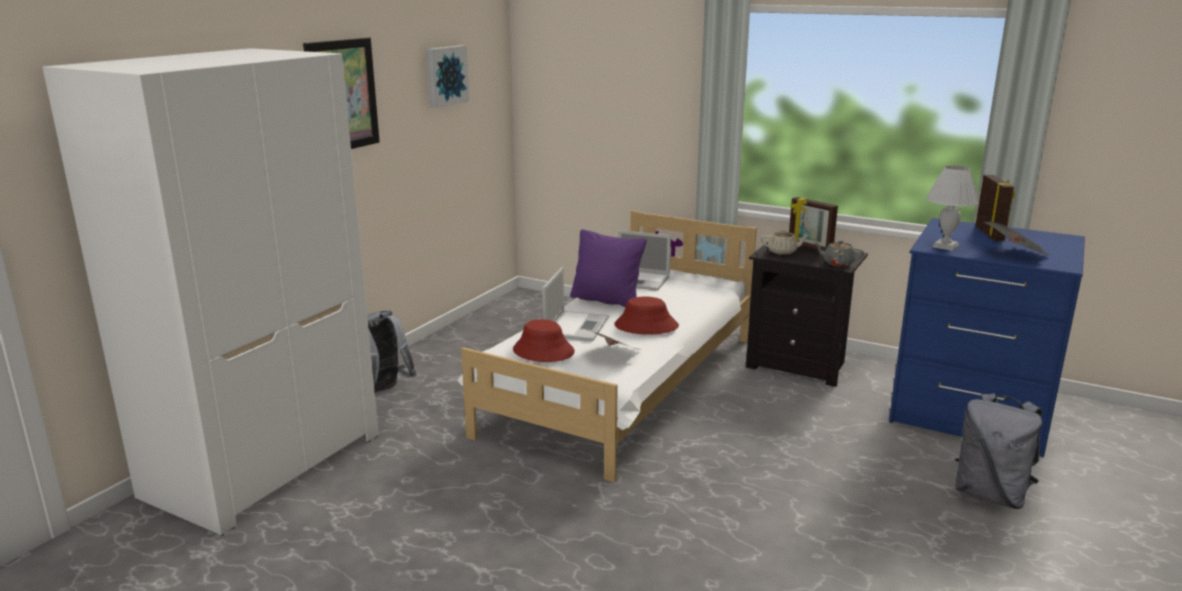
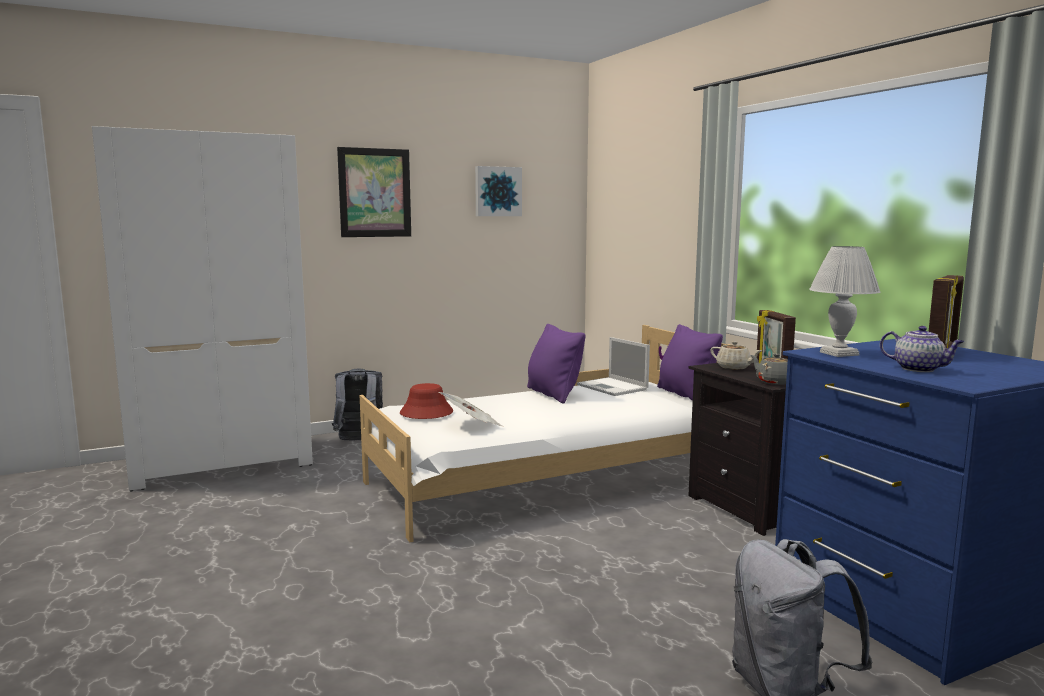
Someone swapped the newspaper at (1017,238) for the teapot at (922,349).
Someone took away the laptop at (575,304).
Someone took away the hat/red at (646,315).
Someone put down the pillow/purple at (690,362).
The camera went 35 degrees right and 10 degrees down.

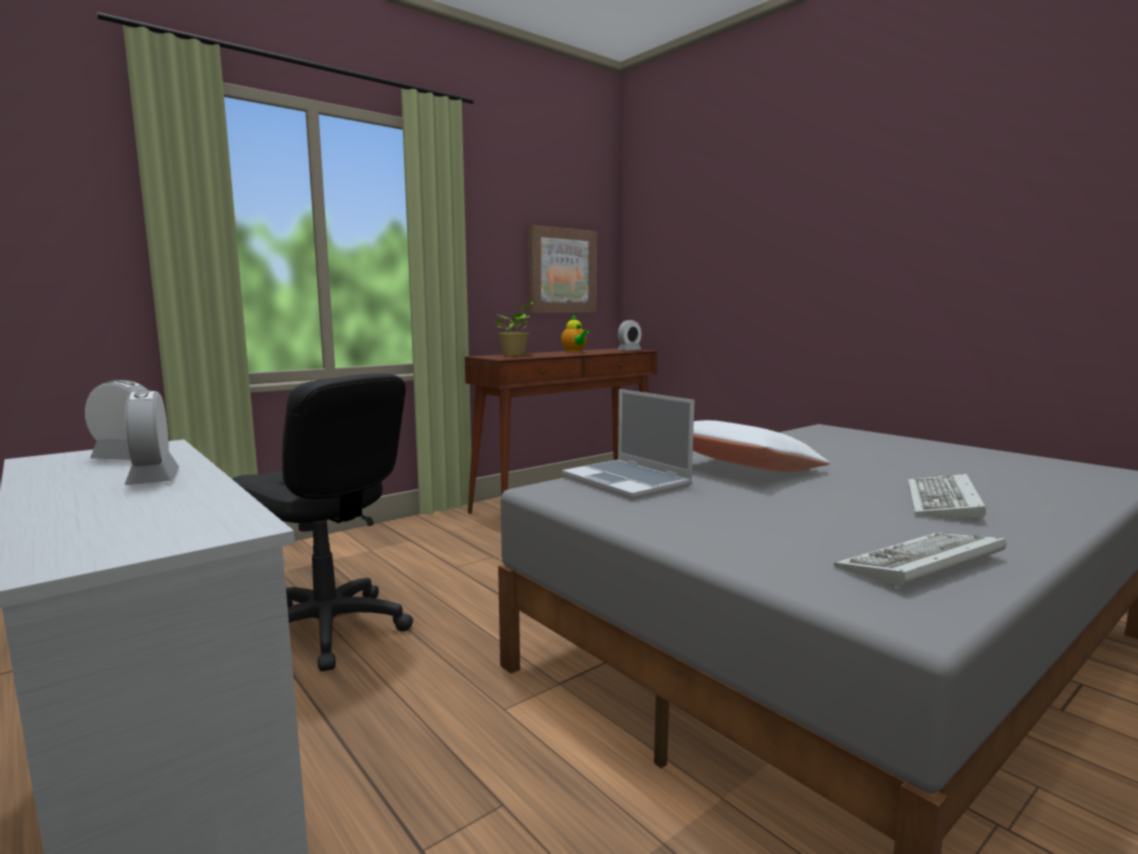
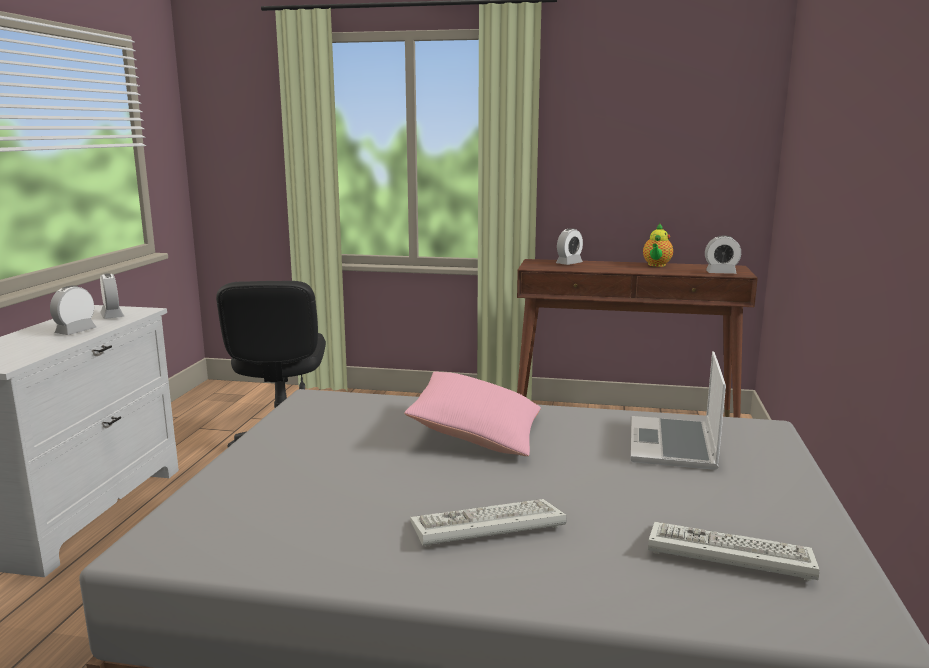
Someone took away the picture at (563,269).
Someone swapped the potted plant at (513,329) for the alarm clock at (569,246).
Someone carried the laptop from (628,444) to (678,410).
Someone repainted the pillow/white at (761,446), which became the pillow/pink at (472,413).
Someone carried the keyboard from (920,560) to (734,551).
The camera went 50 degrees right and 5 degrees up.

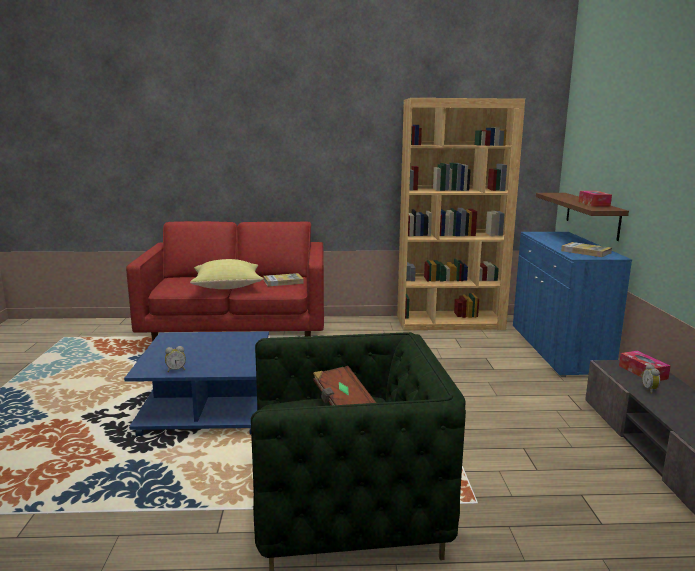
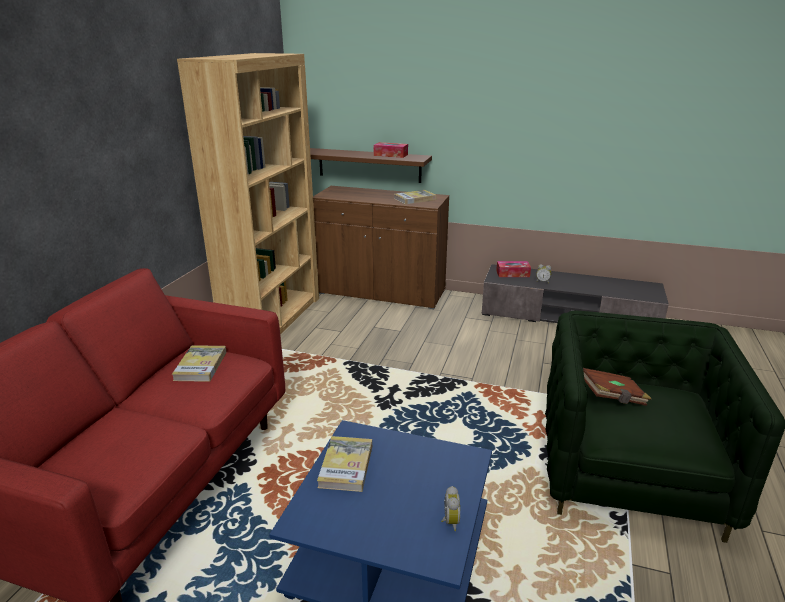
Someone repainted the cabinet/blue at (572,304), which became the cabinet/brown at (381,247).
Someone took away the pillow/yellow at (227,274).
Someone put down the book at (344,464).
The camera went 70 degrees left and 10 degrees up.

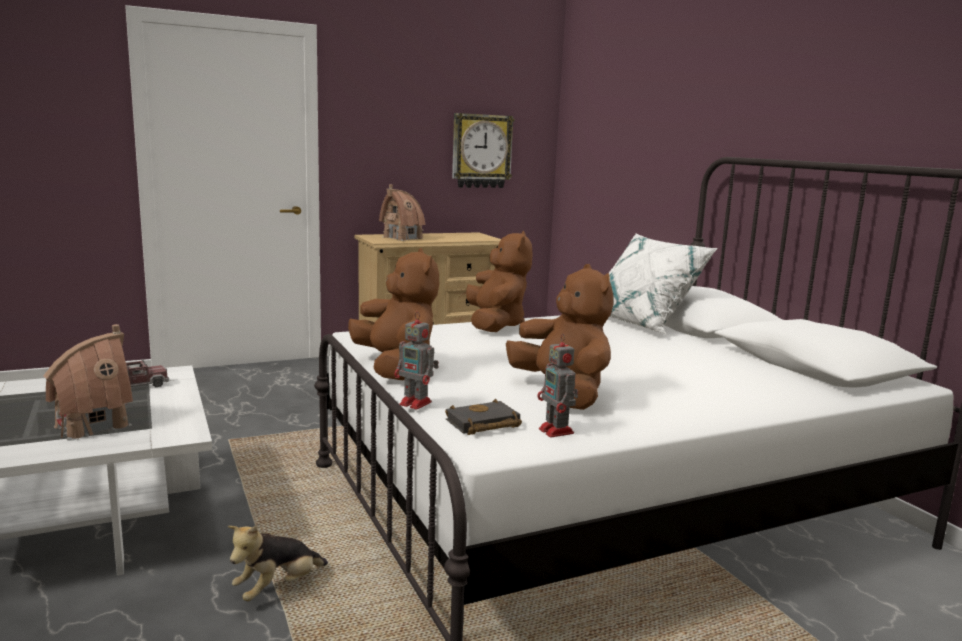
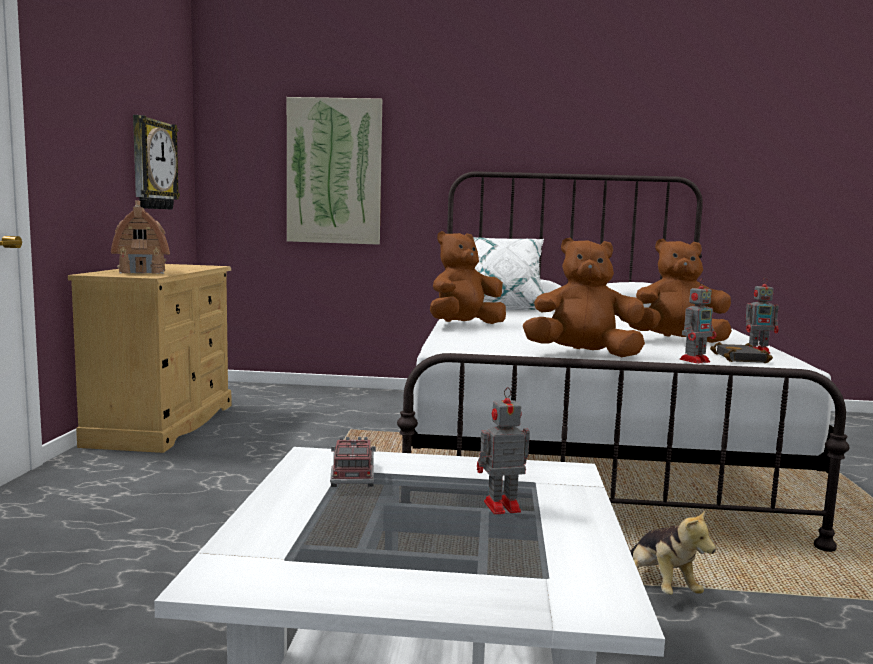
Someone rotated the plush toy/brown at (499,281) by 60 degrees counterclockwise.
Someone swapped the toy house at (88,382) for the toy robot at (503,450).
Someone put up the picture at (334,171).
The camera went 60 degrees left and 5 degrees down.

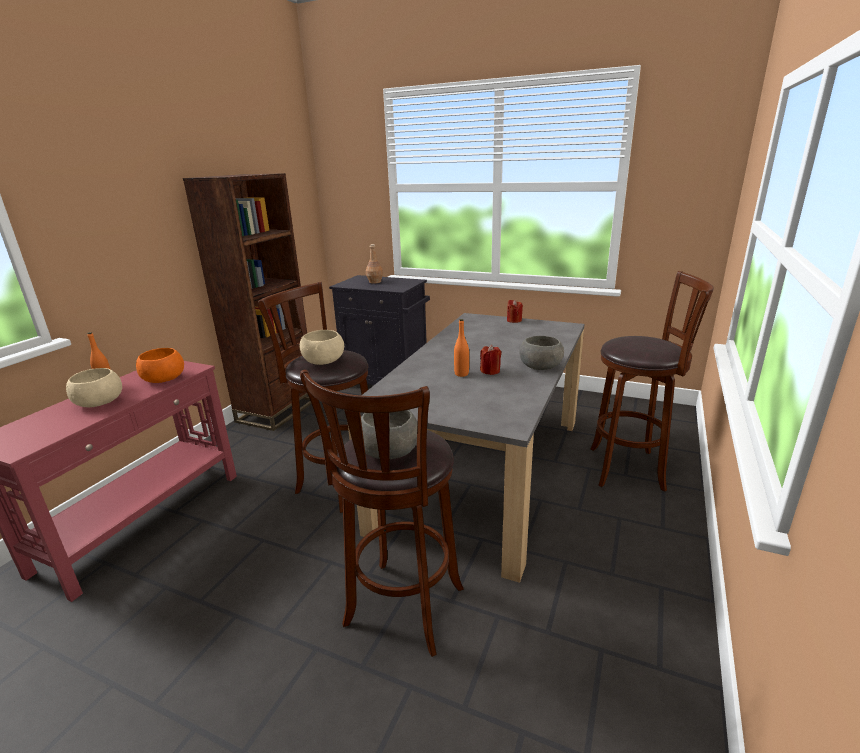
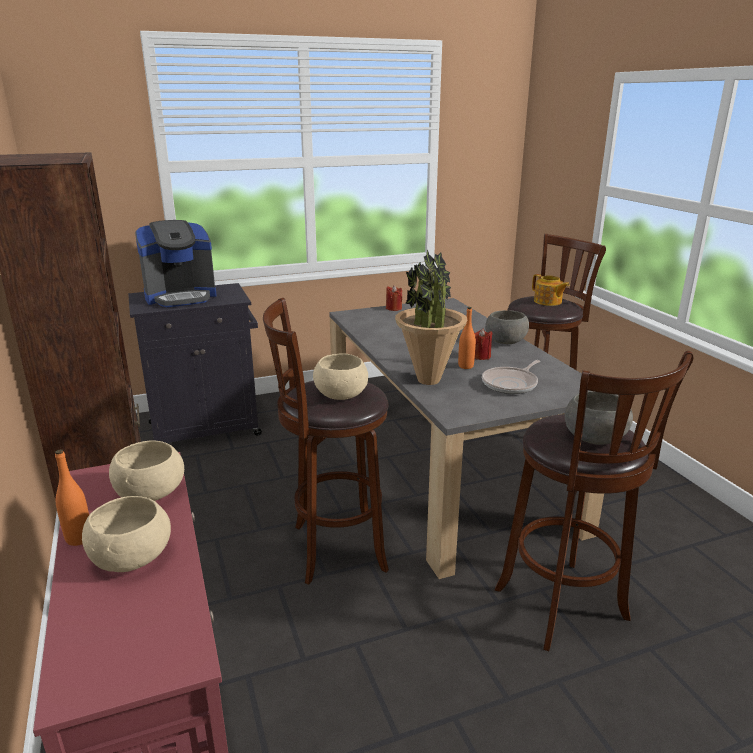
Someone swapped the bottle/brown at (374,263) for the coffee machine at (176,263).
Someone repainted the bowl/orange at (160,365), which became the bowl/beige at (146,470).
Someone put down the potted plant at (431,317).
Someone put down the teapot at (550,290).
Someone put down the frying pan at (511,377).
The camera went 45 degrees left and 0 degrees up.

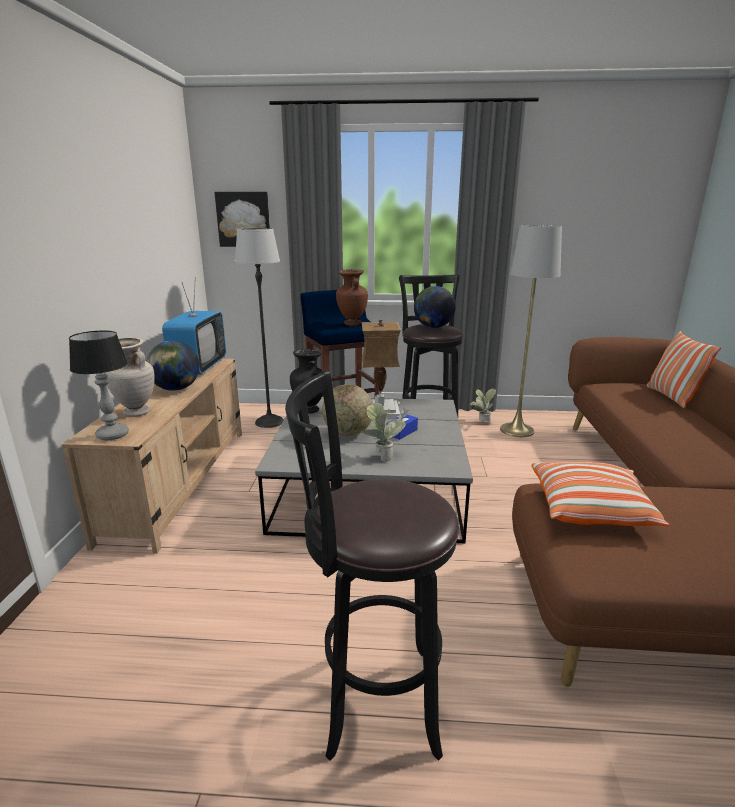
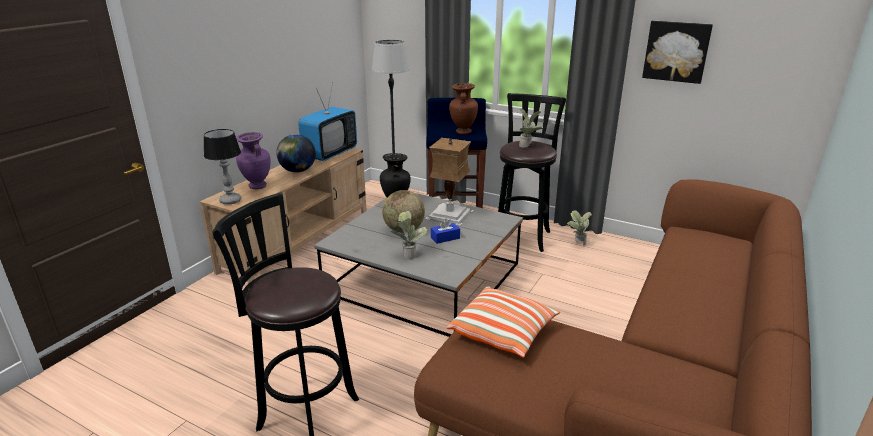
Someone carried the picture from (242,219) to (677,52).
Someone took away the floor lamp/grey at (531,330).
Someone swapped the globe at (435,307) for the potted plant at (531,128).
Someone took away the pillow at (683,369).
Someone repainted the vase/beige at (130,377), which became the vase/purple at (253,160).
The camera went 25 degrees right and 5 degrees up.

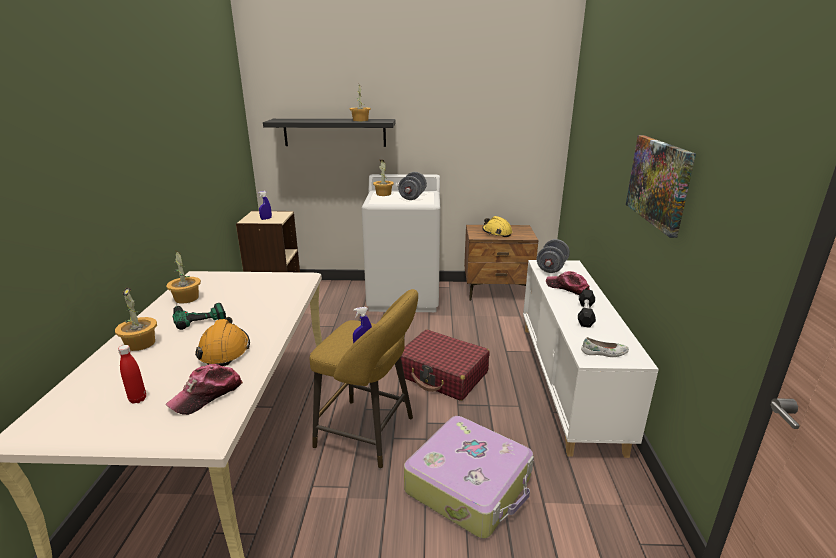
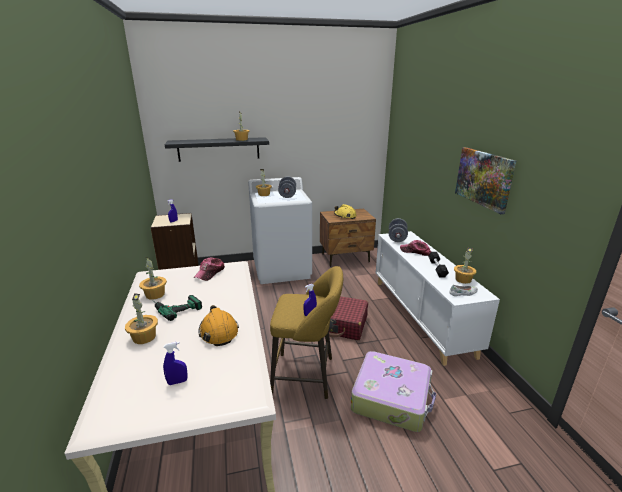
Someone swapped the bottle/red at (132,374) for the spray bottle/blue at (175,363).
Someone carried the cap from (204,389) to (209,269).
Someone put down the potted plant at (465,266).
The camera went 15 degrees left and 0 degrees up.

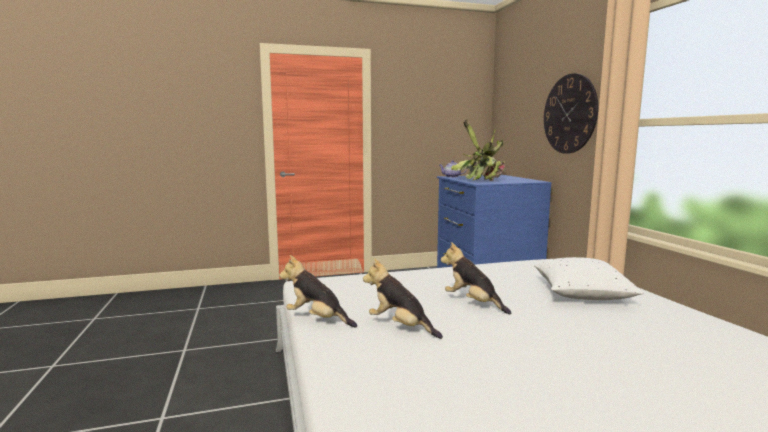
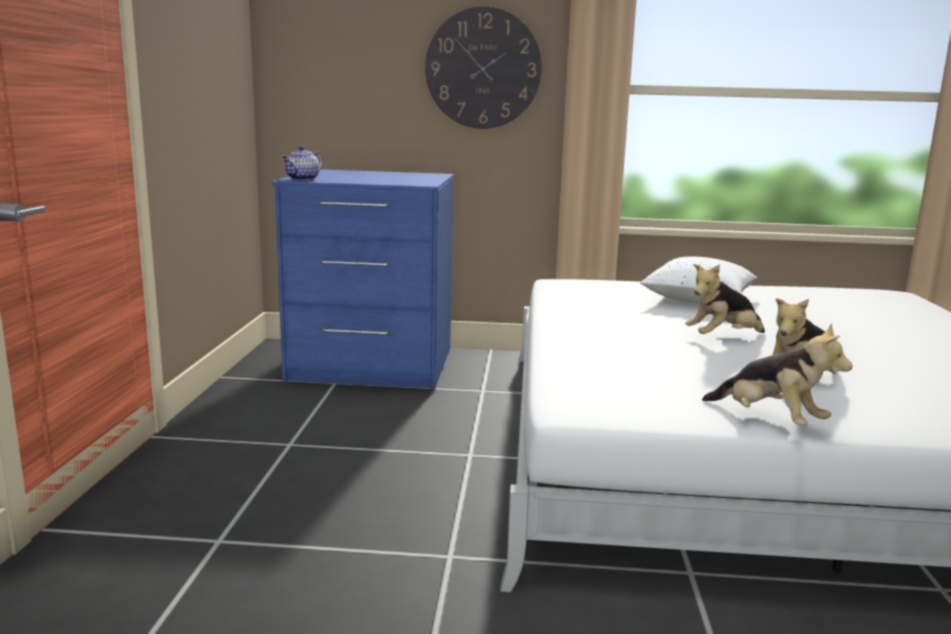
Someone took away the potted plant at (478,150).
Someone rotated the plush toy at (318,291) by 90 degrees counterclockwise.
The camera went 70 degrees left and 5 degrees up.

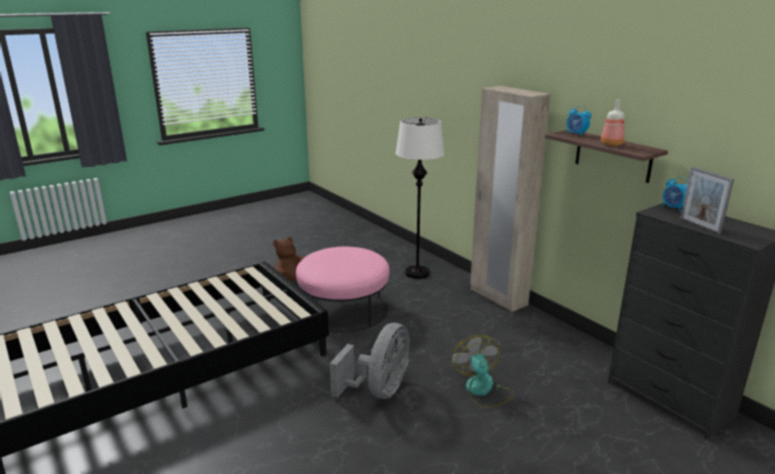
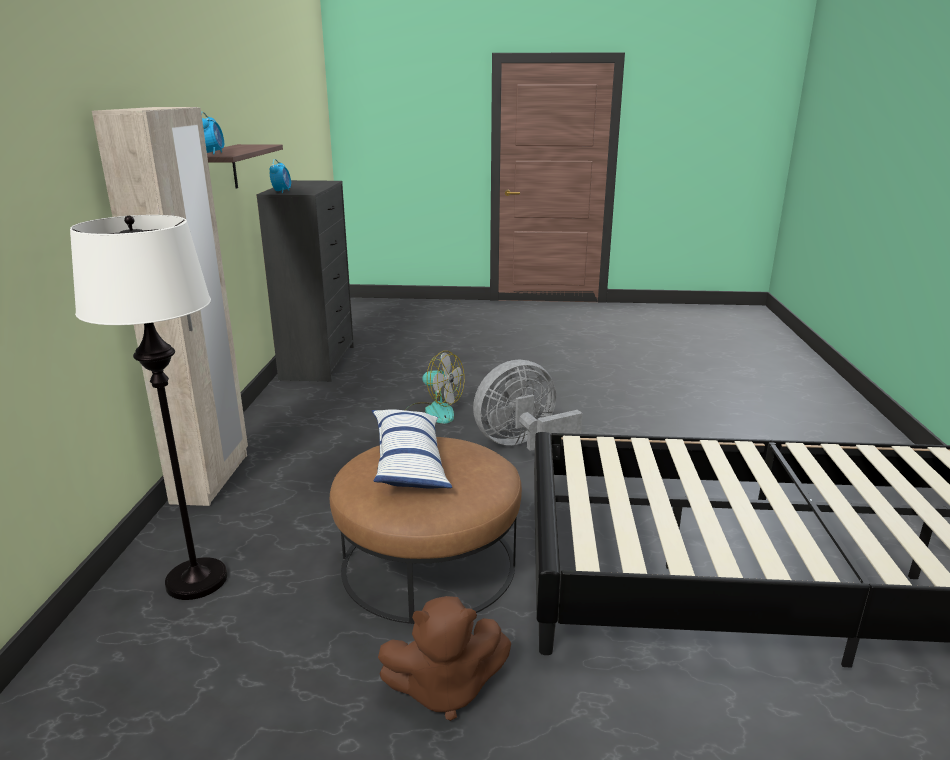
Someone took away the bottle at (613,122).
Someone took away the picture frame at (707,201).
Someone repainted the ottoman/pink at (343,290), which became the ottoman/brown at (426,530).
Someone rotated the fan at (482,371) by 90 degrees counterclockwise.
Someone put down the pillow at (412,449).
The camera went 140 degrees left and 0 degrees up.

